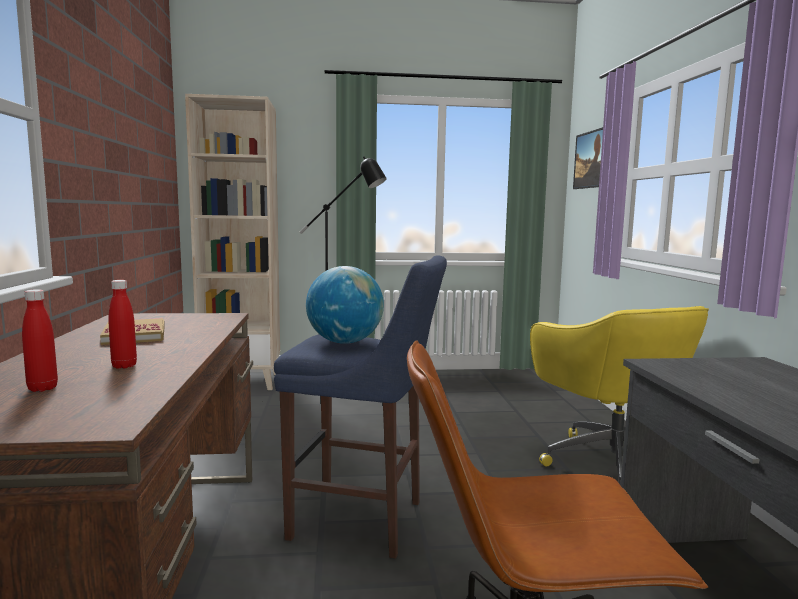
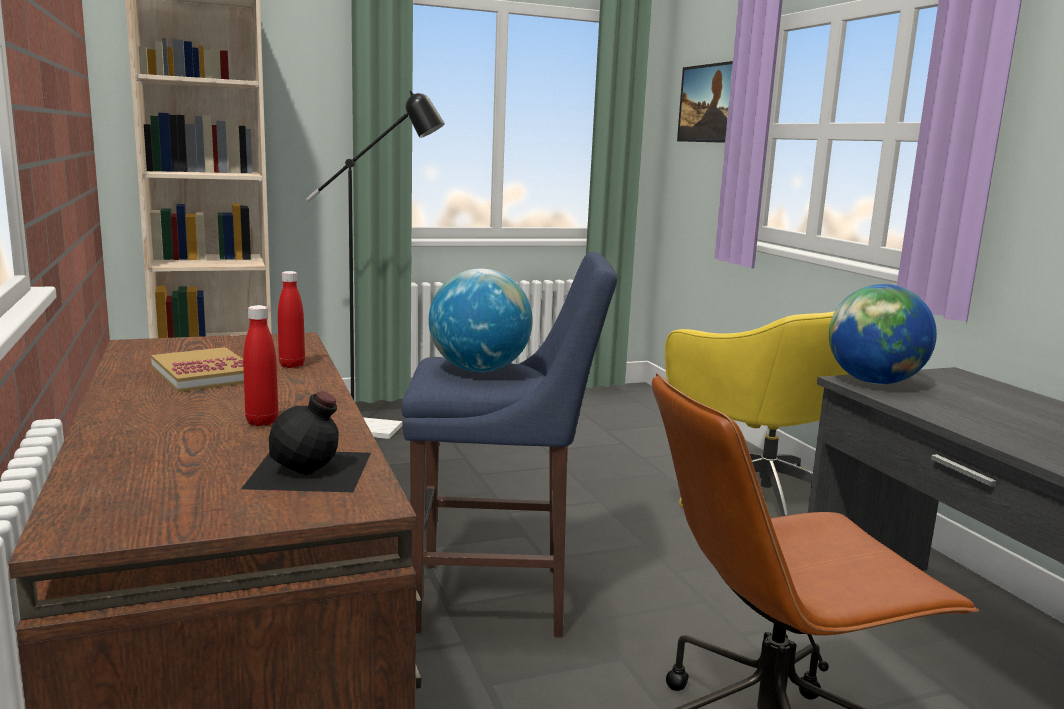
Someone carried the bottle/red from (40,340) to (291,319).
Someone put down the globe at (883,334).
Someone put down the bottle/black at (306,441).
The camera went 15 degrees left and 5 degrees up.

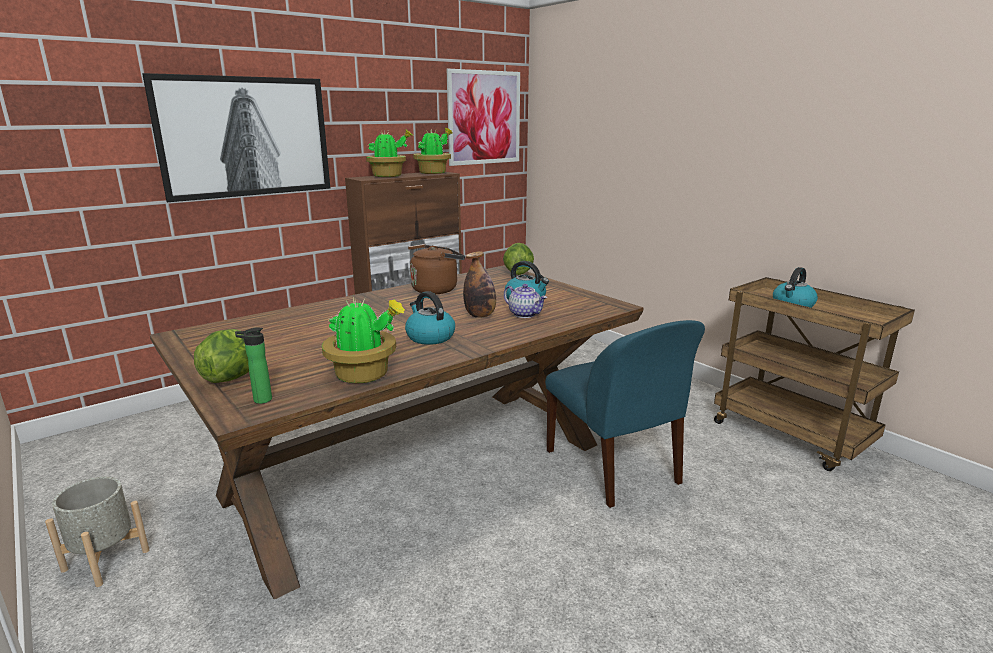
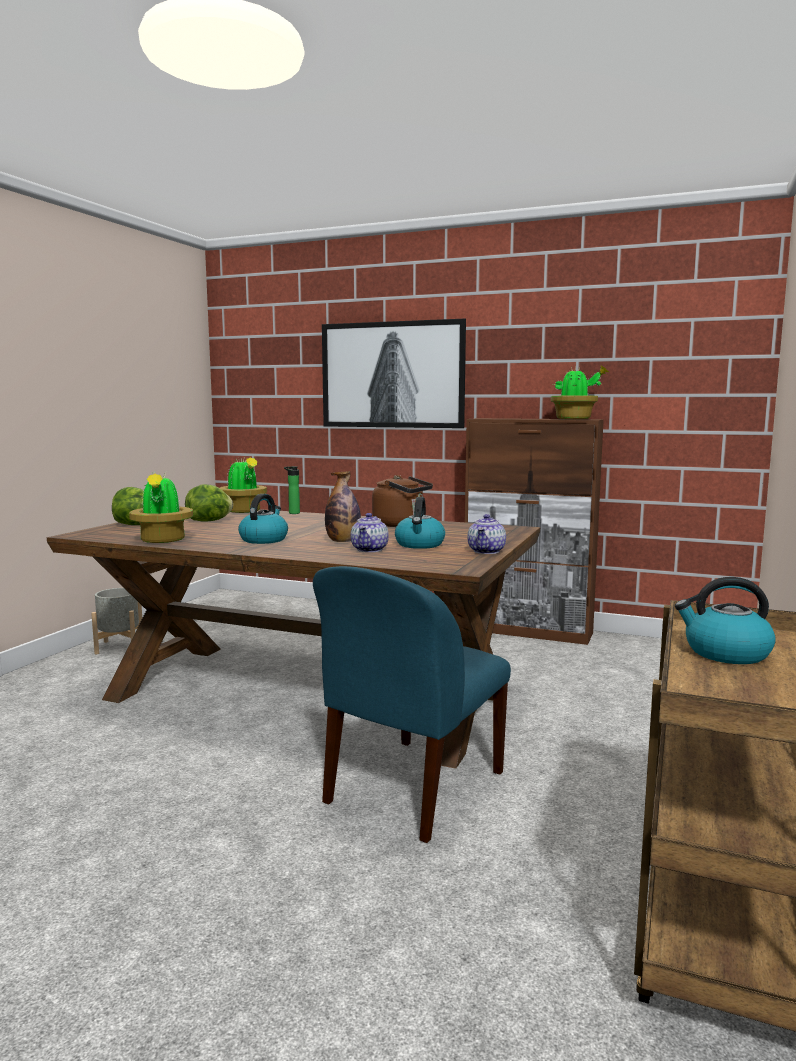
Someone took away the picture at (483,117).
Someone carried the potted plant from (389,153) to (243,485).
Someone carried the lettuce from (518,259) to (209,503).
Someone carried the bottle from (253,365) to (292,490).
Someone put down the teapot at (486,534).
The camera went 60 degrees right and 10 degrees down.

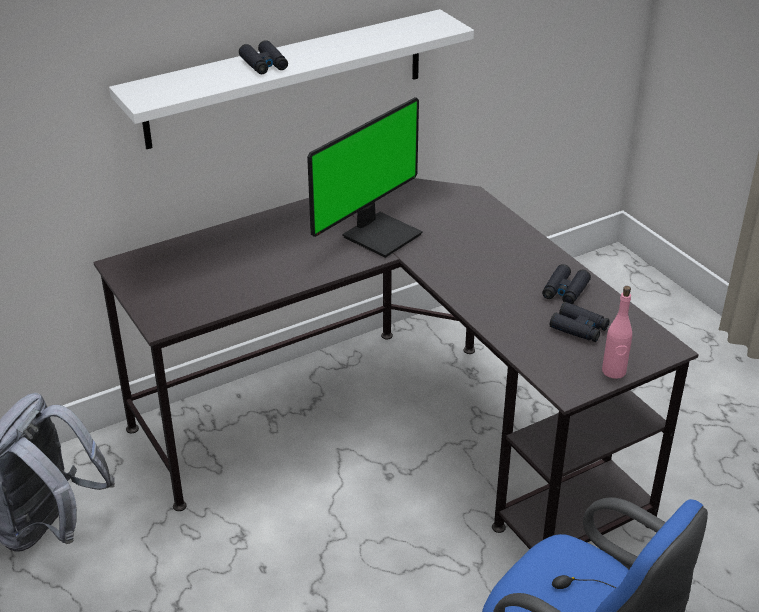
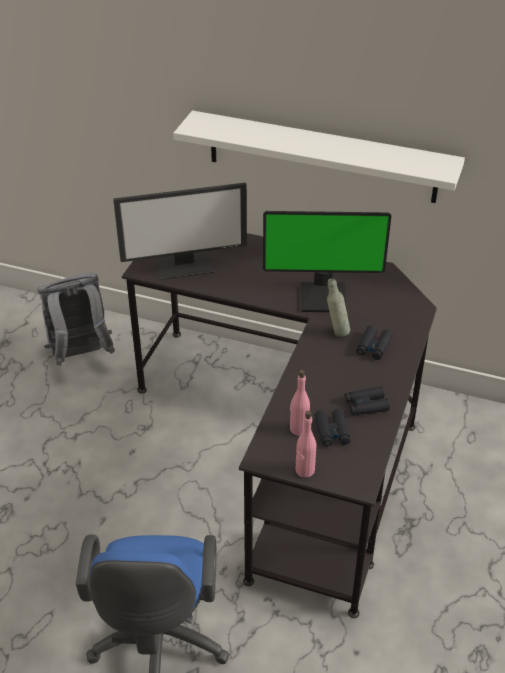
Someone carried the binoculars/black from (263,57) to (374,343).
Someone put down the monitor at (180,231).
Someone put down the bottle/grey at (338,307).
Someone put down the bottle/pink at (300,403).
The camera went 50 degrees right and 5 degrees up.

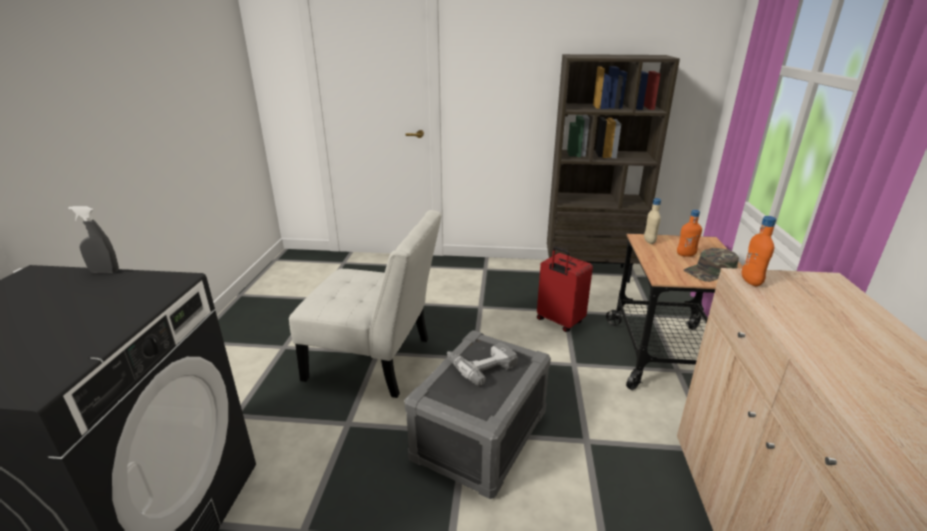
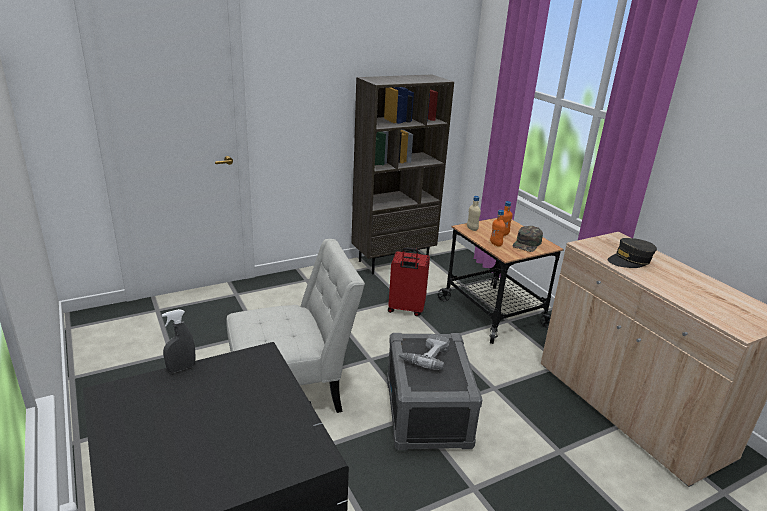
Someone carried the bottle/orange from (759,251) to (498,228).
Someone put down the cap/grey at (632,253).
The camera went 35 degrees left and 0 degrees up.

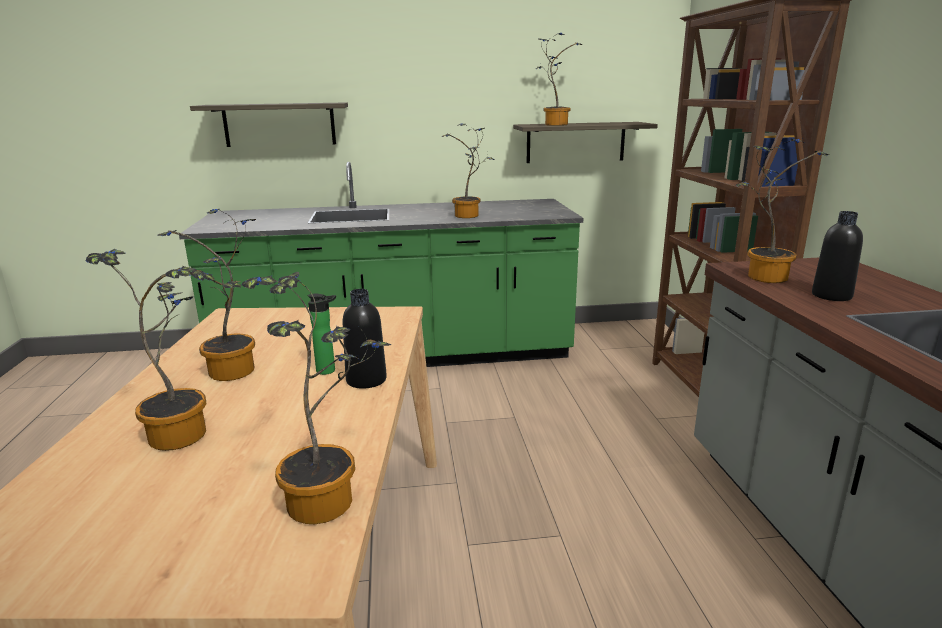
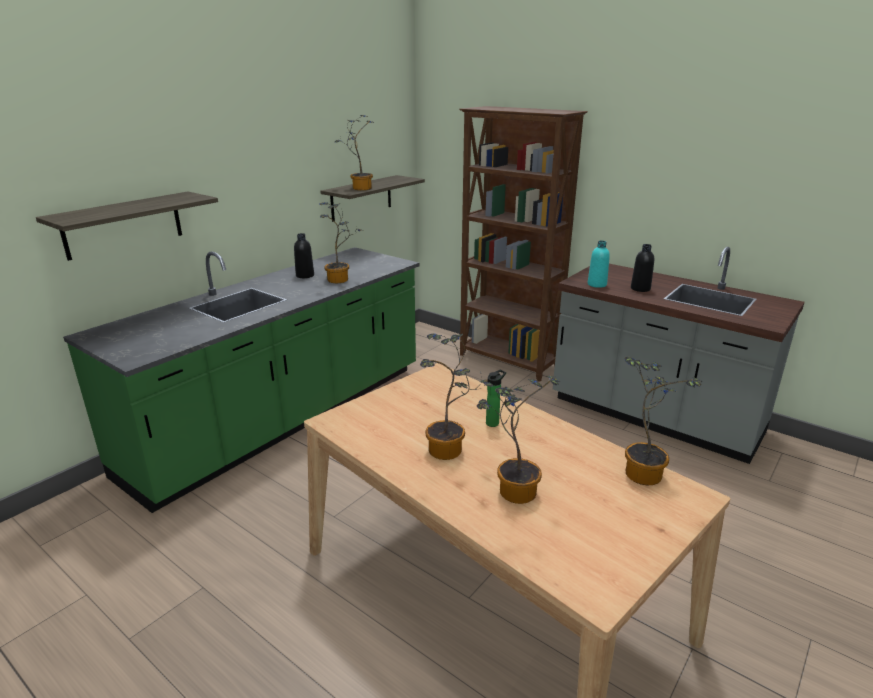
Someone swapped the potted plant at (782,211) for the bottle/turquoise at (599,264).
Someone carried the bottle/black from (365,339) to (304,255).
The camera went 45 degrees left and 5 degrees up.

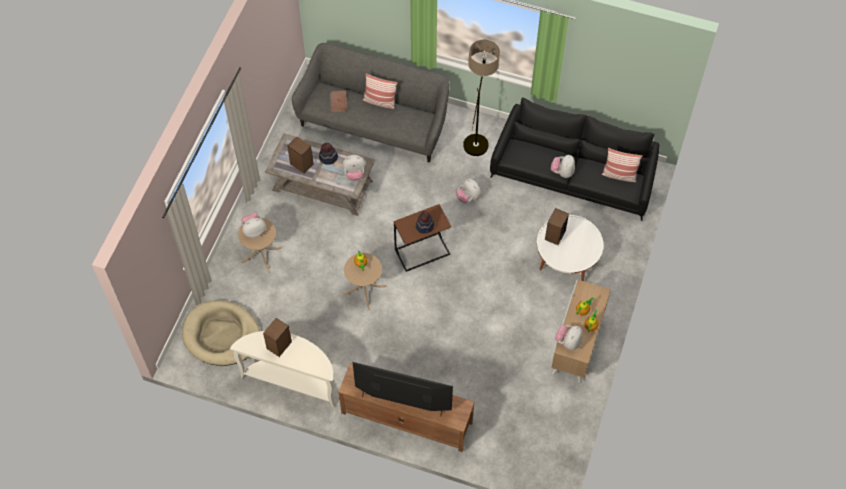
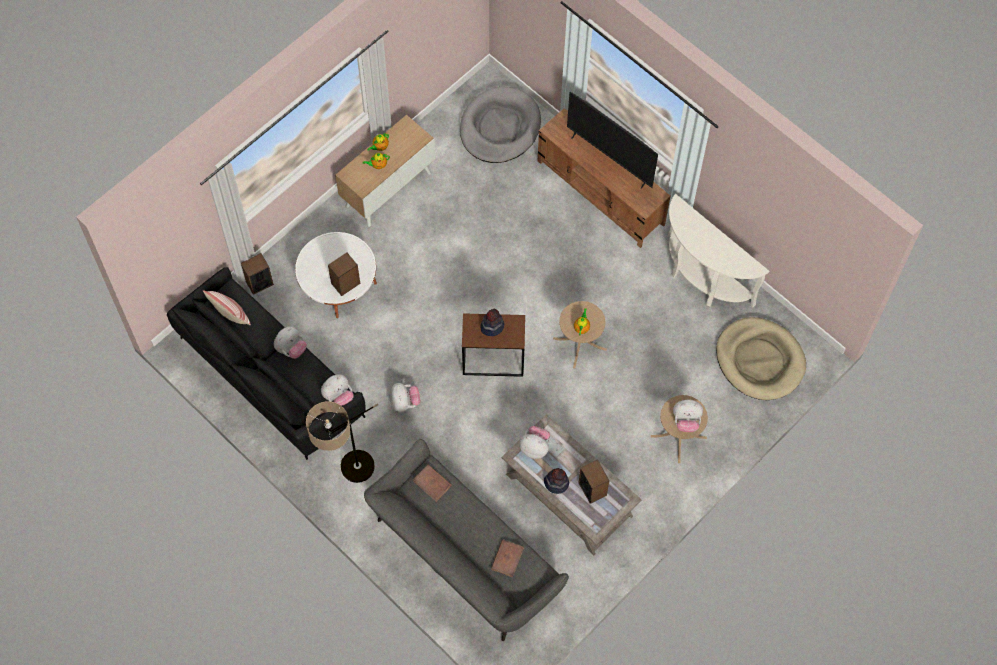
Someone took away the pillow at (380,91).
Someone carried the speaker from (277,337) to (257,274).
Someone carried the plush toy from (569,337) to (337,390).
Someone put down the dog bed/grey at (500,124).
Someone put down the book/brown at (432,483).
The camera went 155 degrees left and 5 degrees up.

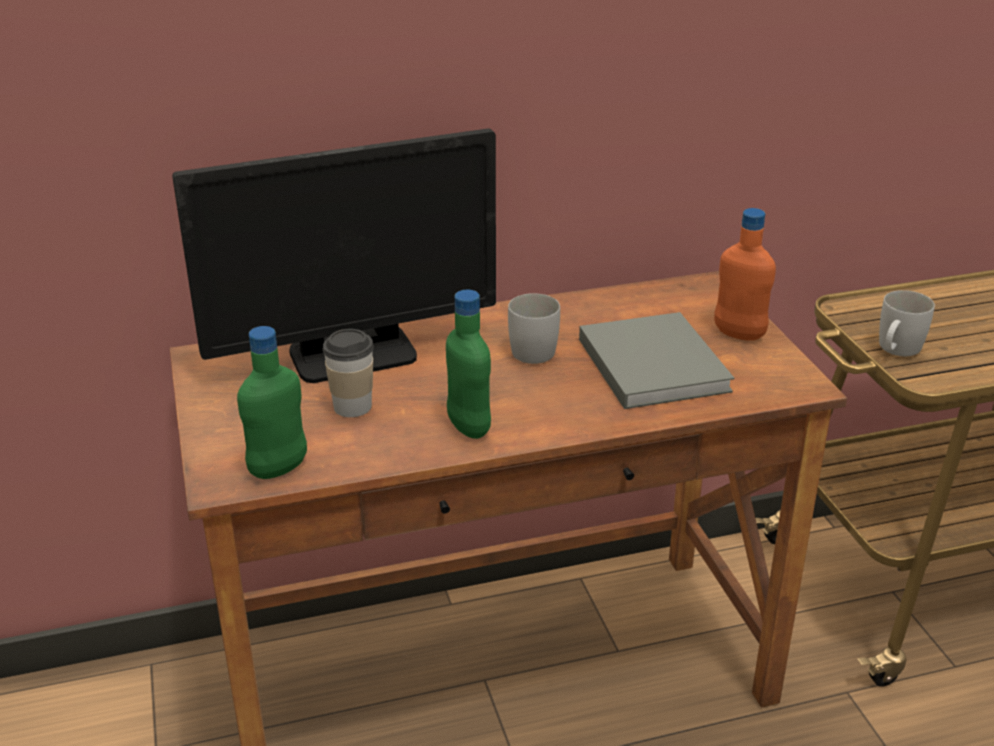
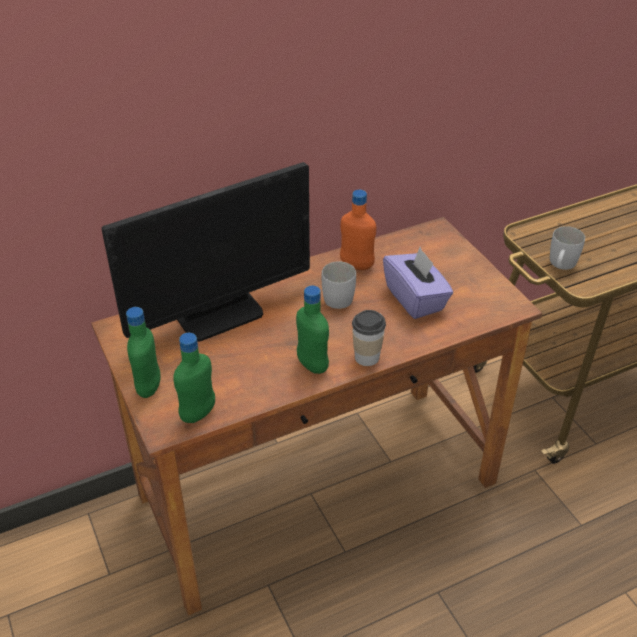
Someone carried the bottle/orange from (745,274) to (358,230).
Someone swapped the book/grey at (656,360) for the tissue box/purple at (418,283).
Someone carried the cup from (348,373) to (369,338).
Someone put down the bottle/green at (143,352).
The camera went 10 degrees left and 10 degrees up.

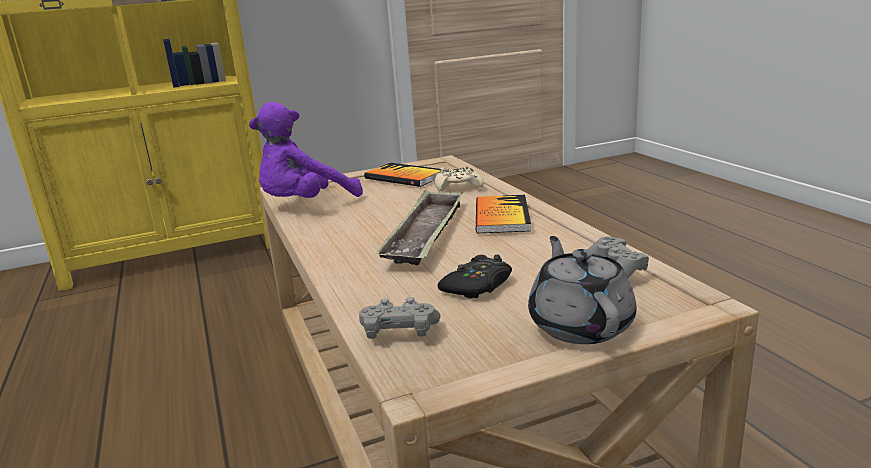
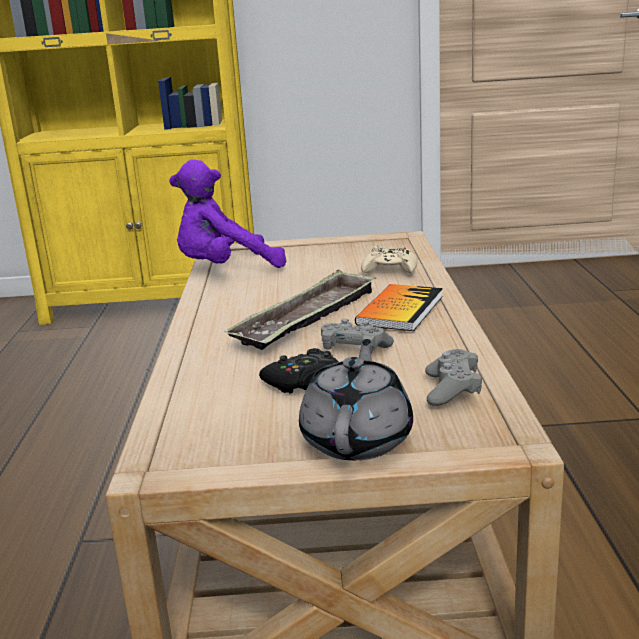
Someone took away the book at (402,175).
Someone carried the game controller/grey from (400,318) to (357,336).
The camera went 20 degrees right and 0 degrees up.

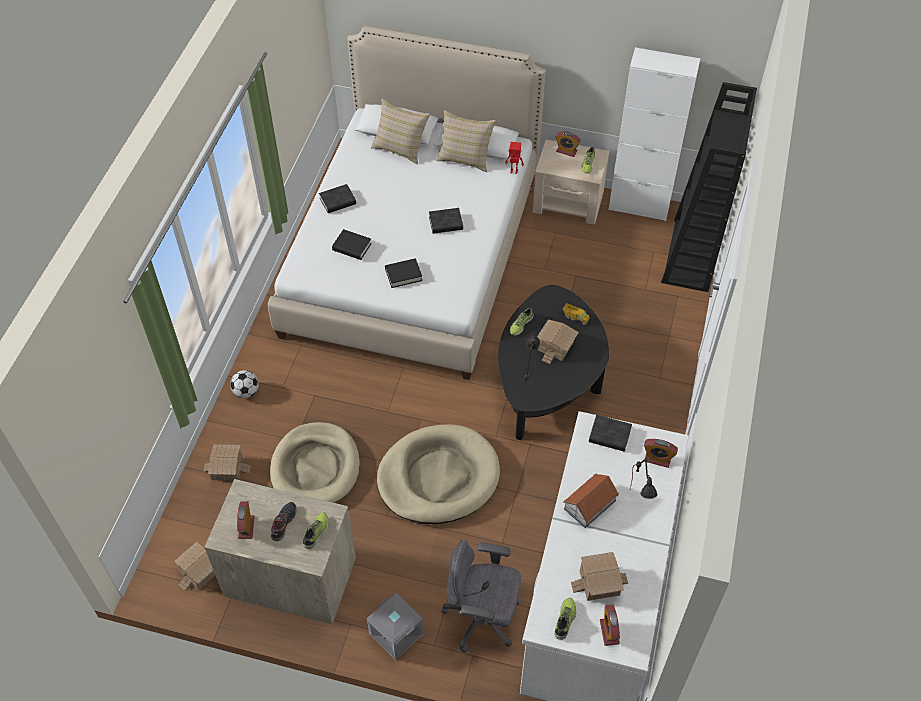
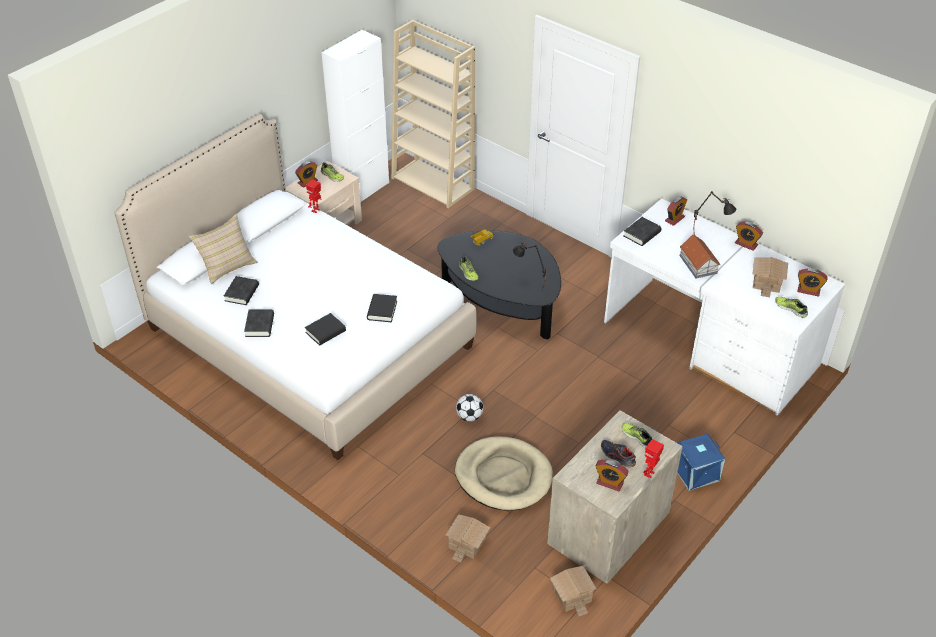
Someone repainted the bookcase/black at (709,187), which became the bookcase/beige at (433,114).
Someone took away the pillow/beige at (466,141).
Someone carried the book/black from (446,221) to (241,290).
Someone took away the toy house at (558,342).
Someone carried the football from (244,384) to (470,407).
Someone took away the dog bed/beige at (438,474).
Someone took away the office chair/grey at (481,596).
Someone repainted the storage box/grey at (395,626), which became the storage box/blue at (701,461).
Someone put down the alarm clock at (749,236).
Someone put down the toy robot at (653,458).
The camera went 65 degrees left and 10 degrees down.

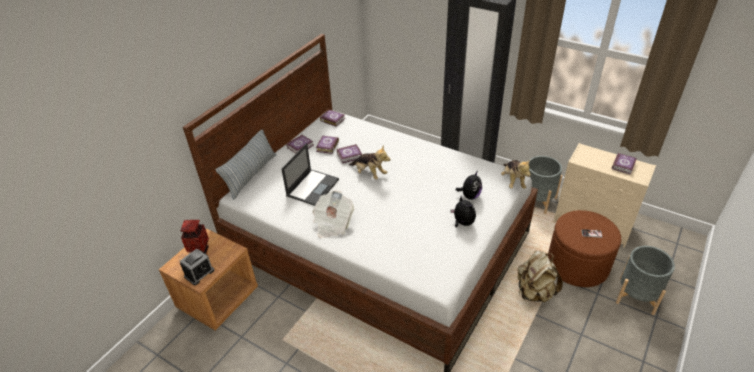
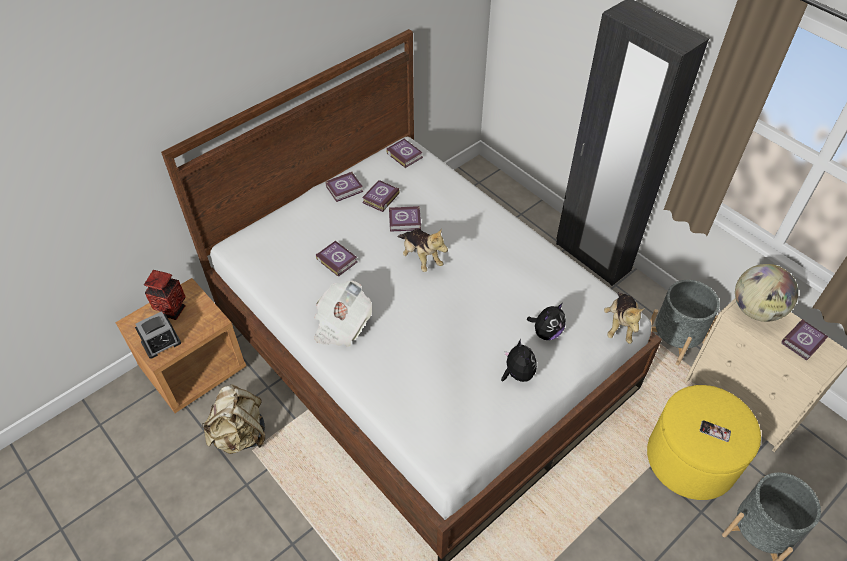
Someone took away the pillow at (245,165).
Someone swapped the laptop at (310,174) for the book at (337,259).
Someone repainted the ottoman/brown at (584,248), which became the ottoman/yellow at (704,442).
Someone carried the backpack/beige from (540,276) to (233,419).
Someone put down the globe at (766,293).
The camera went 15 degrees right and 10 degrees up.

